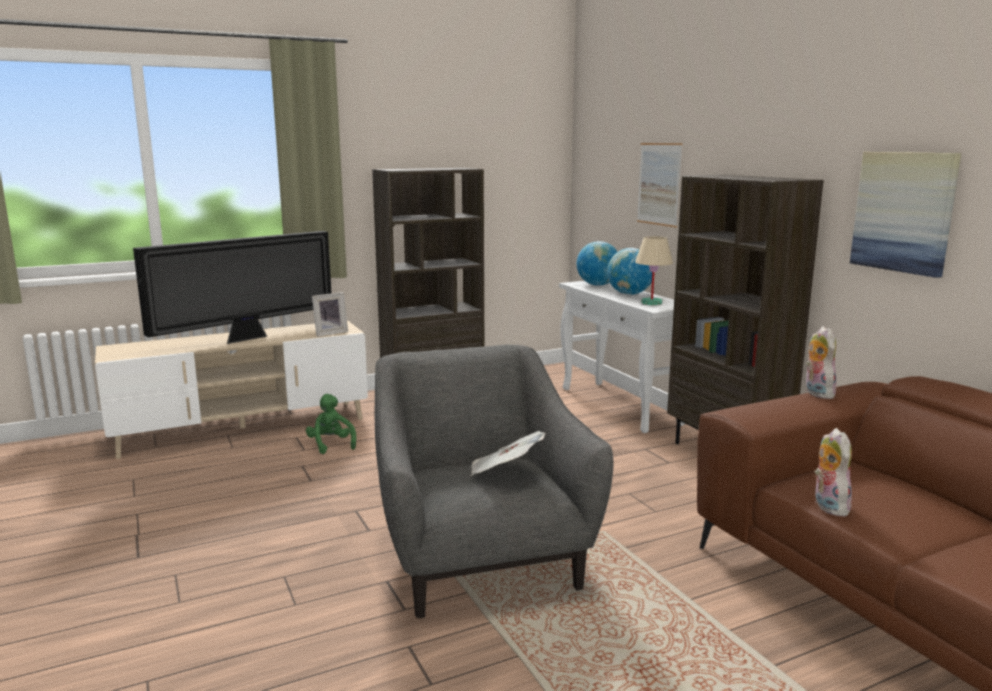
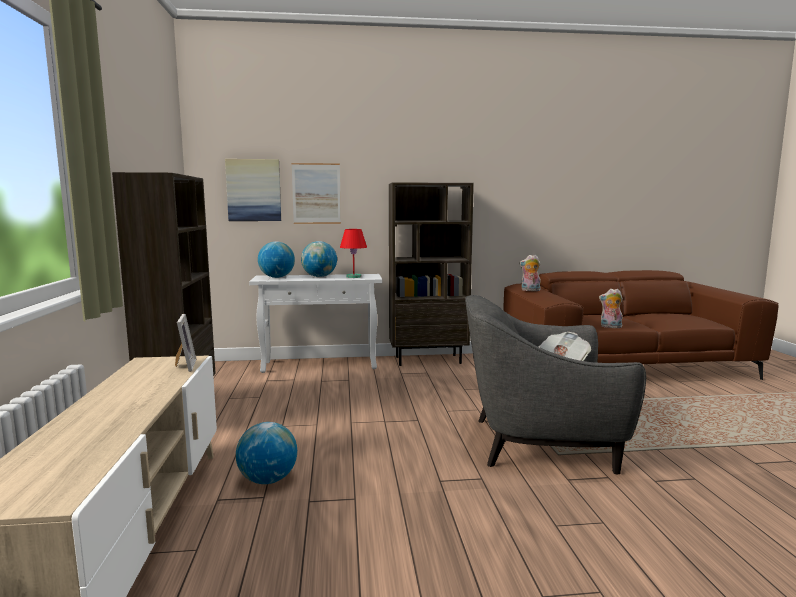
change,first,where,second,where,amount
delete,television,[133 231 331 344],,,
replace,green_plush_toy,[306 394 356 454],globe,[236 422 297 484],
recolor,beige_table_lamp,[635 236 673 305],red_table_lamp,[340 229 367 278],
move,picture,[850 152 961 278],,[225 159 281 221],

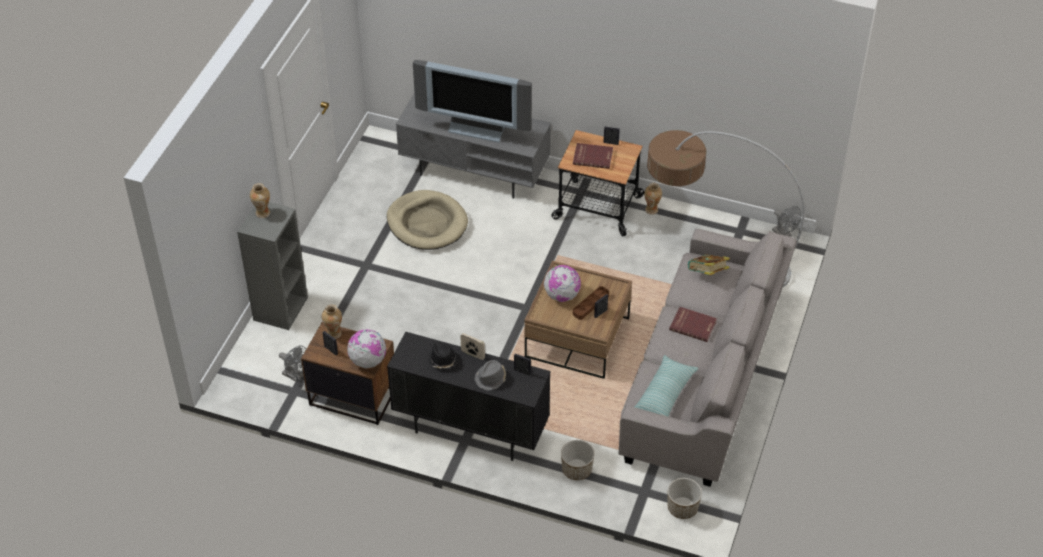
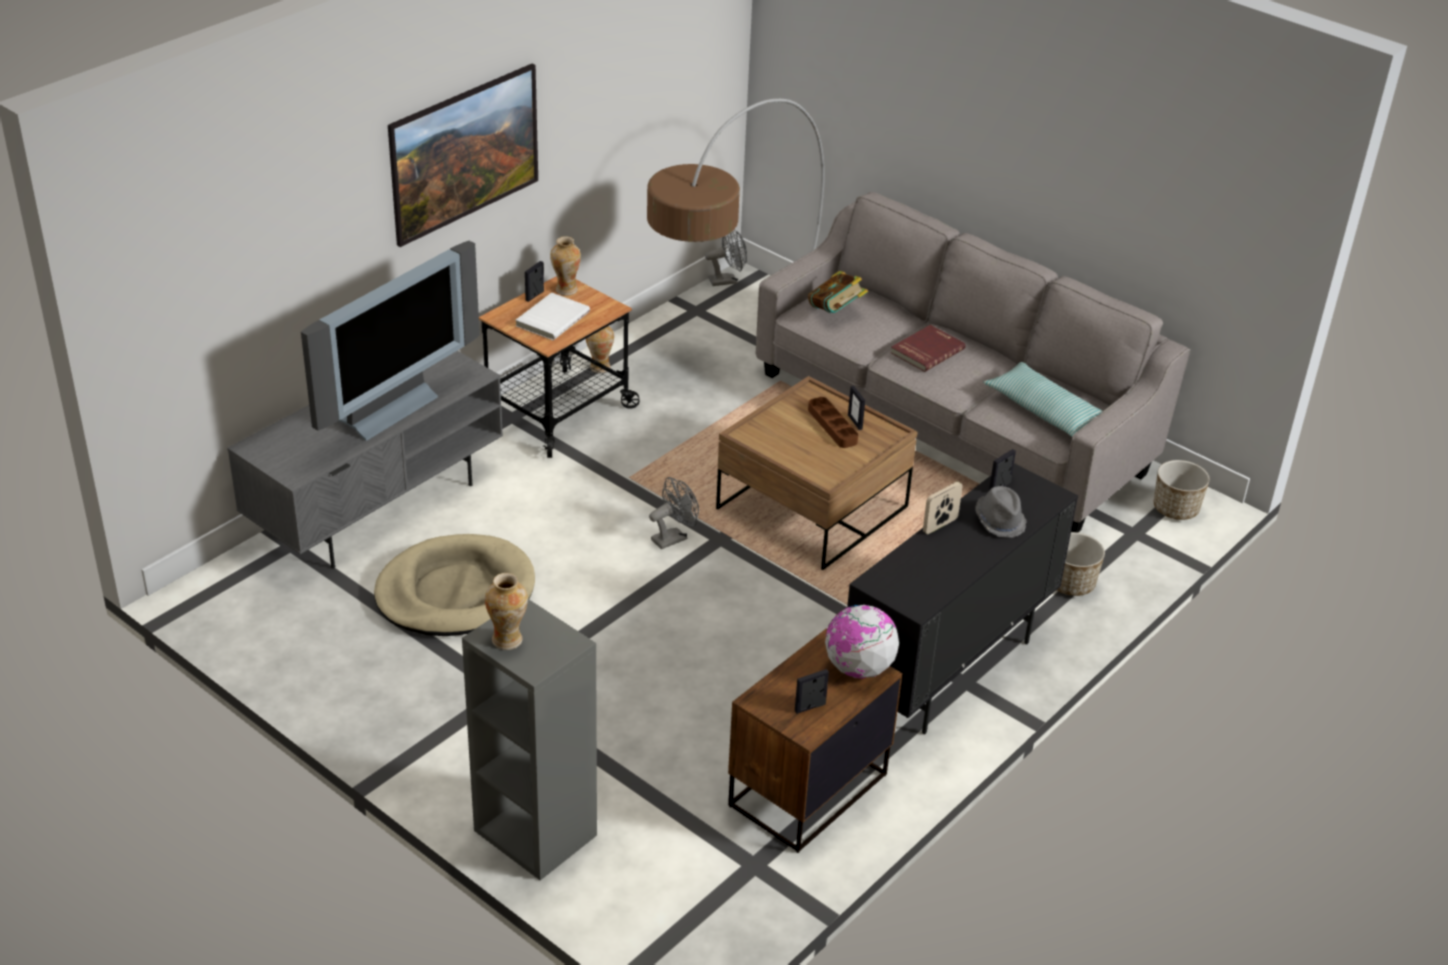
change,first,where,second,where,amount
move,grey_fan,[279 345 306 382],,[649 477 699 549],
move,vase,[322 305 342 339],,[550 236 581 296],
delete,black_hat,[428 342 458 369],,,
delete,globe,[544 265 581 302],,,
recolor,red_book,[573 143 613 169],white_book,[516 292 590 340],
insert,,,picture,[388 64 538 247],

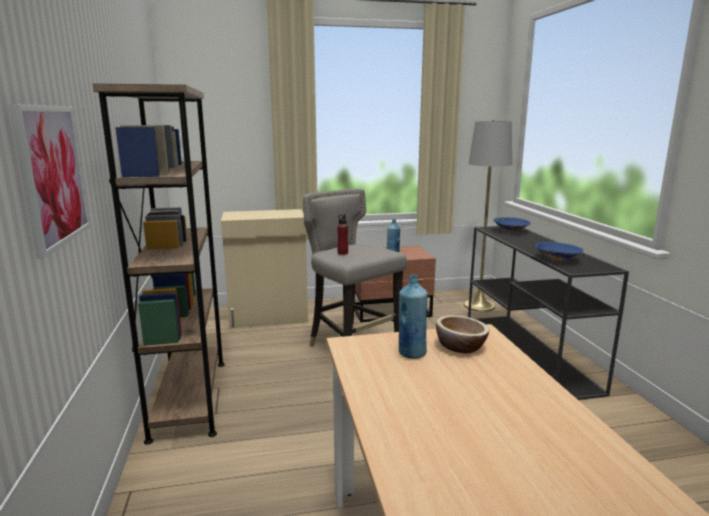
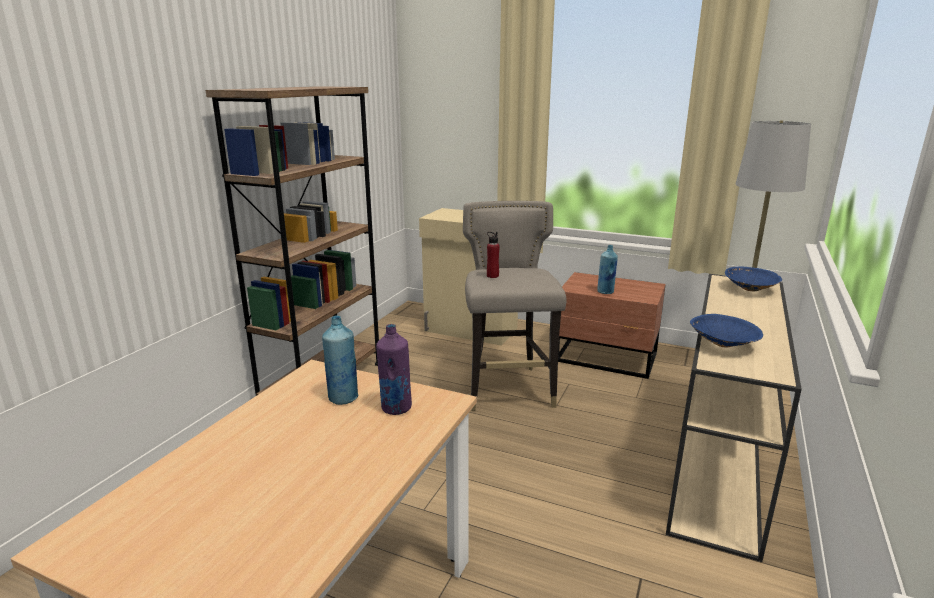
change,first,where,second,where,amount
delete,picture,[9 104 91 259],,,
replace,bowl,[436 315 489 353],purple_bottle,[376 324 412 415],
recolor,black_console_table,[468 226 629 400],beige_console_table,[666 274 802 562],

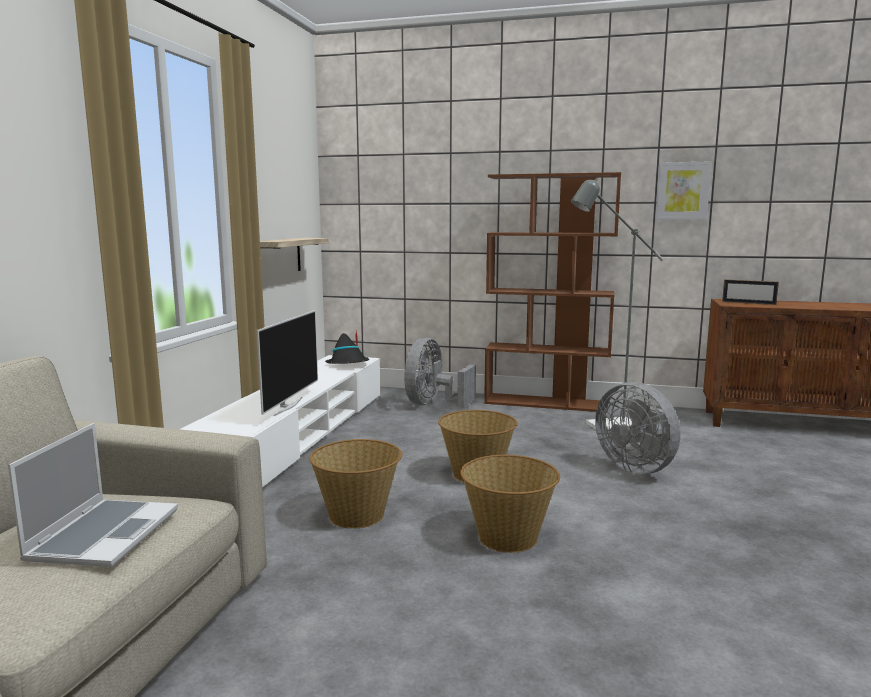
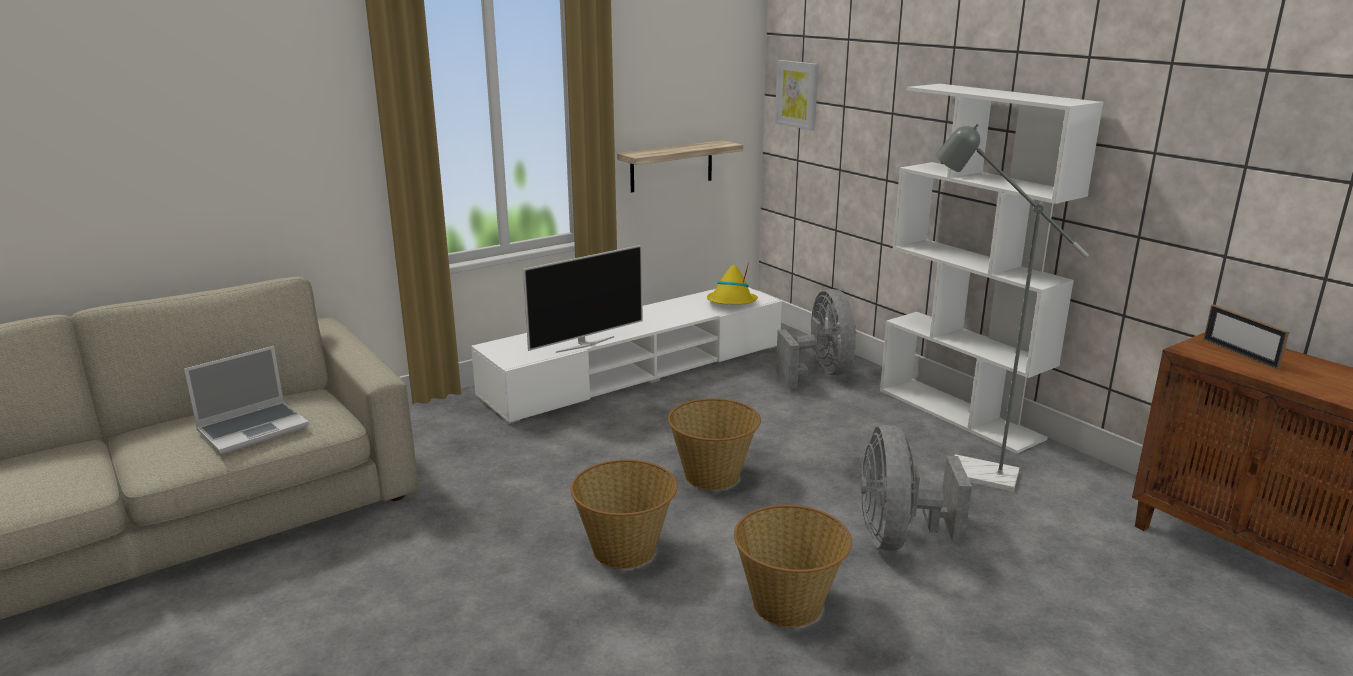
change,first,where,second,where,amount
move,basket,[309 439 402 529],,[734 505 852 627],
recolor,black_hat,[325 331 369 364],yellow_hat,[707 262 758 305],
rotate,grey_fan,[404 337 476 407],,[776 289 856 389],105 degrees clockwise
recolor,brown_bookcase,[484 172 621 413],white_bookcase,[880 84 1104 454],
move,picture,[655 161 711 219],,[775 60 819 130],

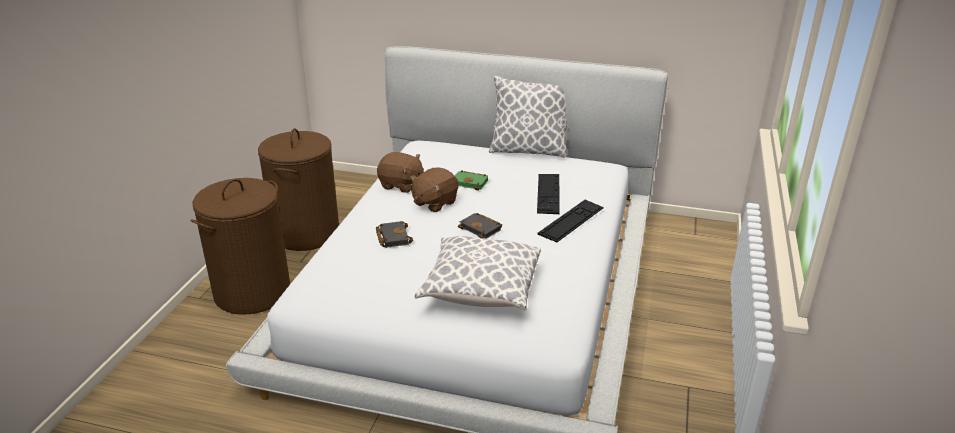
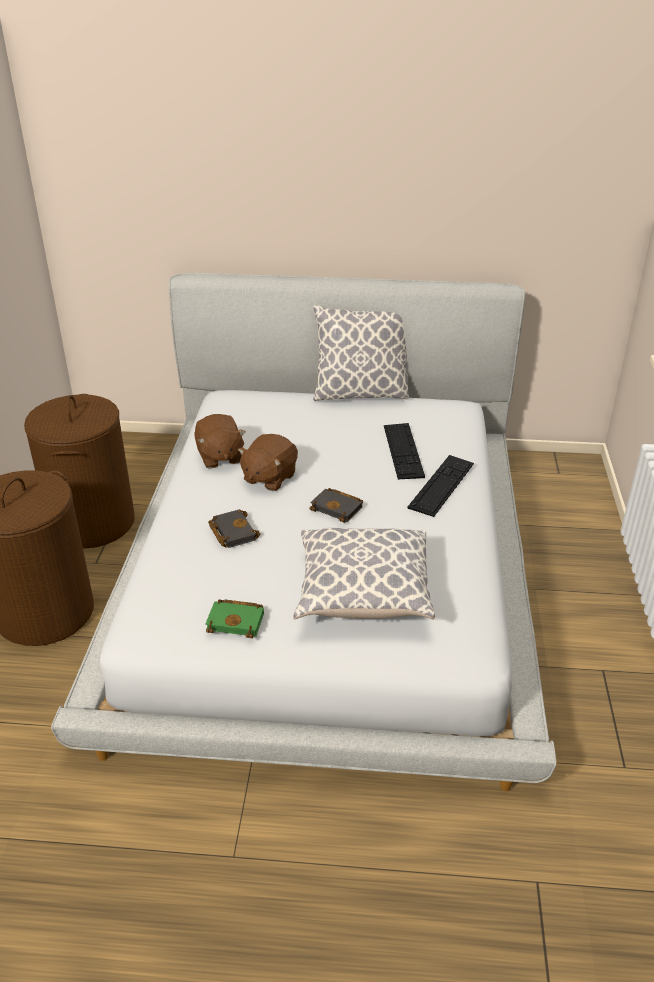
change,first,where,second,where,amount
rotate,brown_plush_toy,[377 152 424 193],,[194 414 246 469],60 degrees clockwise
move,green_book,[455 170 488 191],,[205 599 264 638],

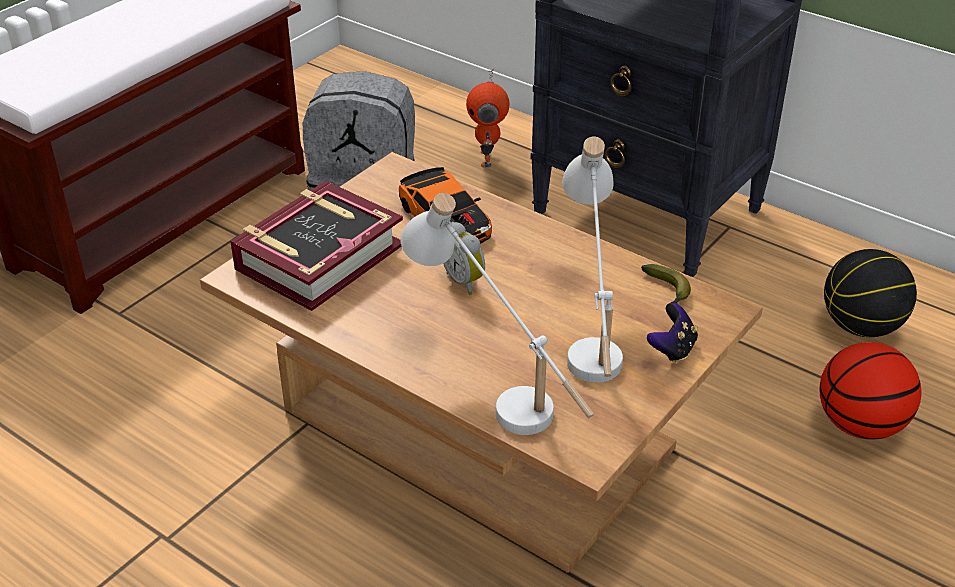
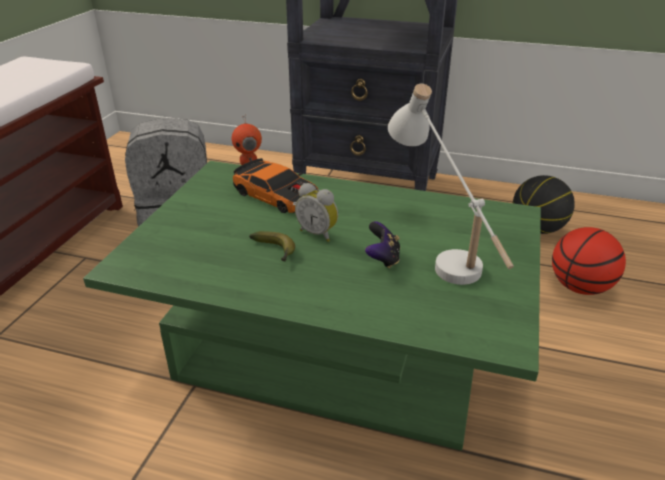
change,first,where,second,where,amount
recolor,brown_coffee_table,[200 152 763 573],green_coffee_table,[83 161 541 451],
delete,book,[230 181 403 311],,,
delete,white_table_lamp,[400 193 594 435],,,
move,banana,[641 264 691 304],,[249 231 295 262],
move,game_controller,[647 303 698 363],,[365 221 400 269],

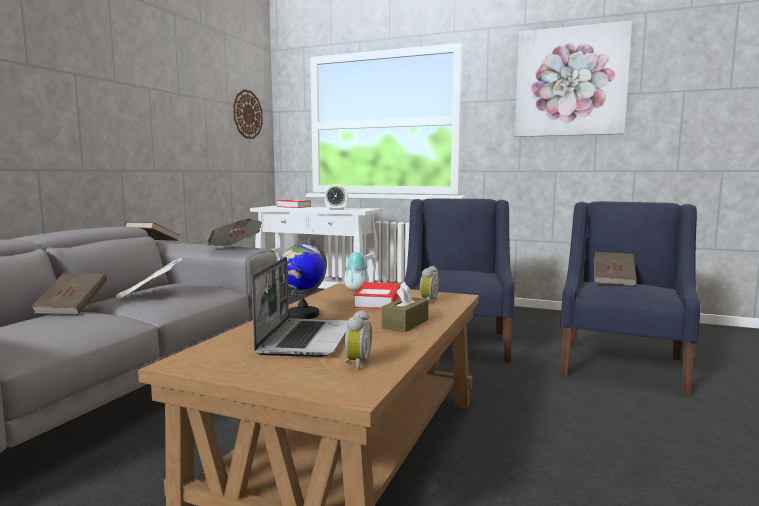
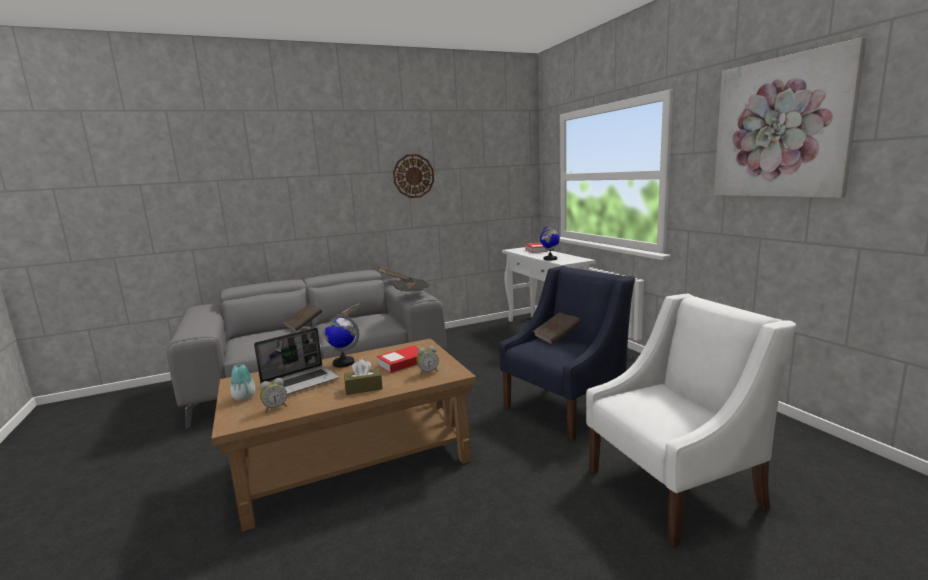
change,first,where,second,where,amount
move,wall_clock,[233 89 263 139],,[393 154 434 198],
replace,alarm_clock,[325 184 348 210],globe,[540 226 560 261],
move,vase,[344 252 369 290],,[230 365 255 401],
recolor,blue_armchair,[560 201 701 395],white_armchair,[586 294 796 547],
move,brown_book,[594 252 637 286],,[533 312 581 344],

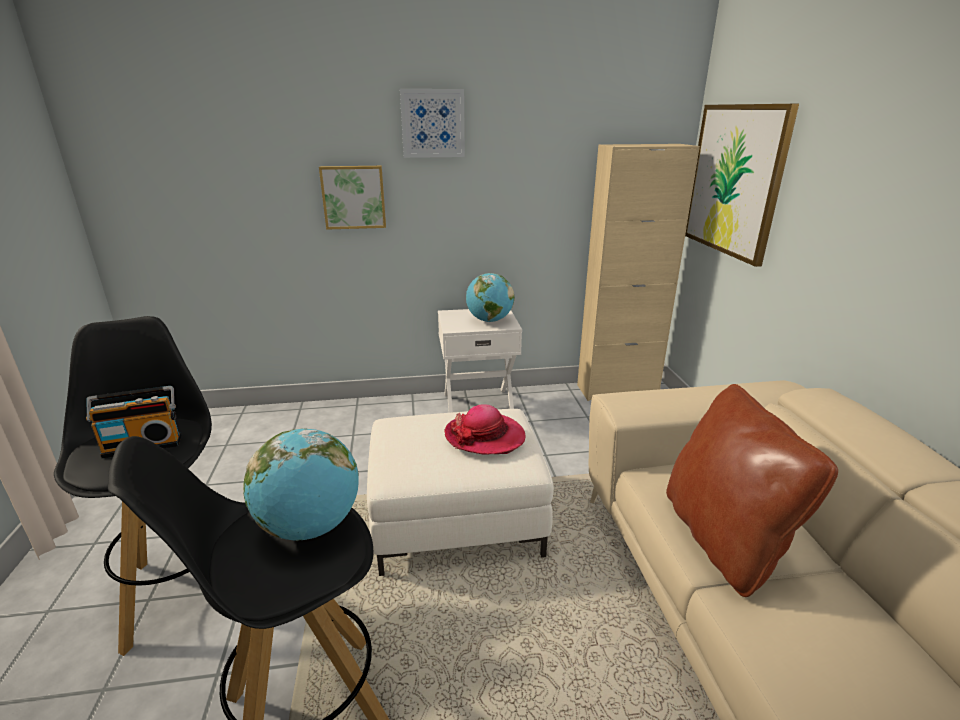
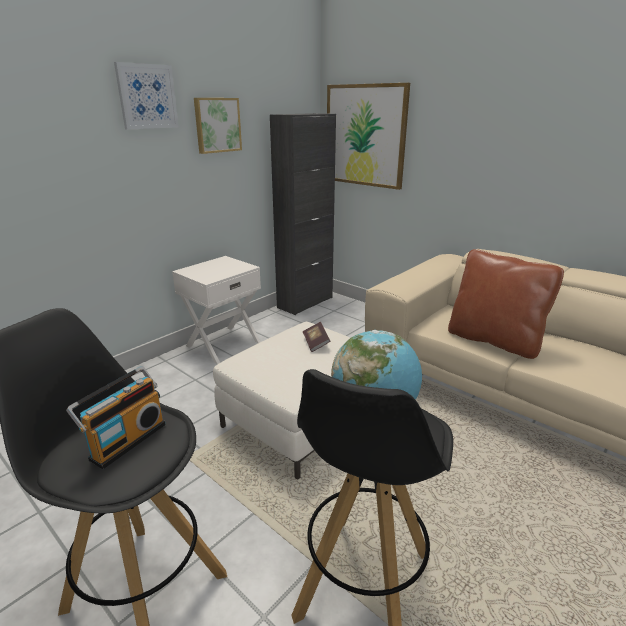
change,first,where,second,where,amount
move,picture,[319 166 386 230],,[194 98 242 154],
replace,hat,[445 404 526 455],book,[303 322 330 352],
delete,globe,[466 273 514 322],,,
recolor,beige_cabinet,[577 144 700 401],black_cabinet,[270 113 336 315],

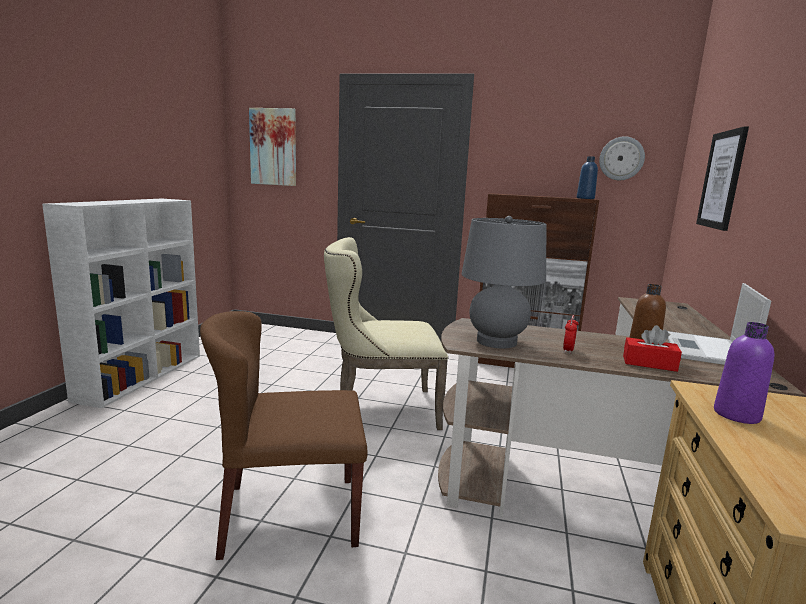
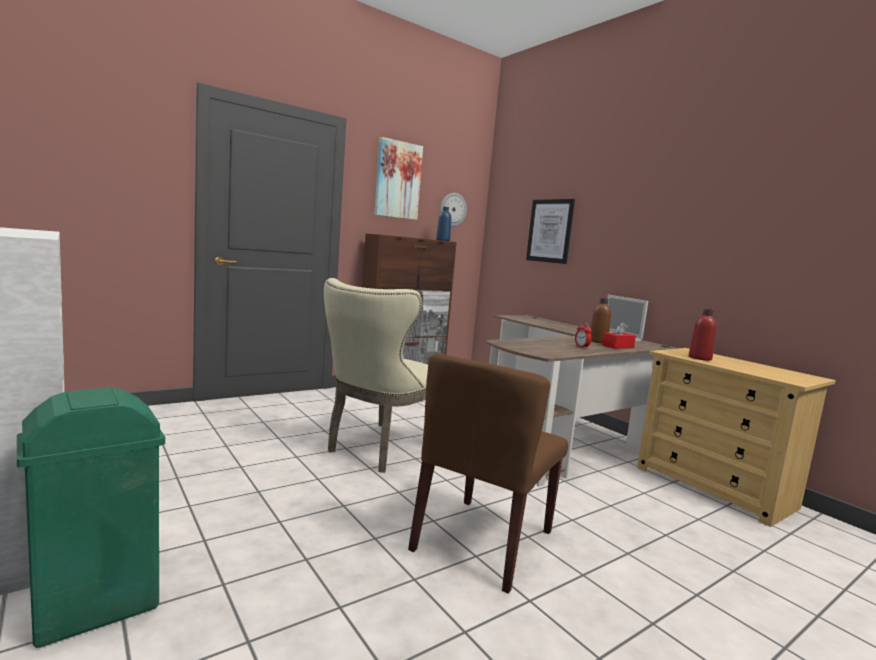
change,first,where,second,where,amount
move,picture,[249 108 296 186],,[374 137 423 220],
delete,grey_table_lamp,[462 216 547 349],,,
recolor,purple_bottle,[714 322 774 424],red_bottle,[689 309 717 361],
insert,,,green_trash_can,[17 388 165 648],

